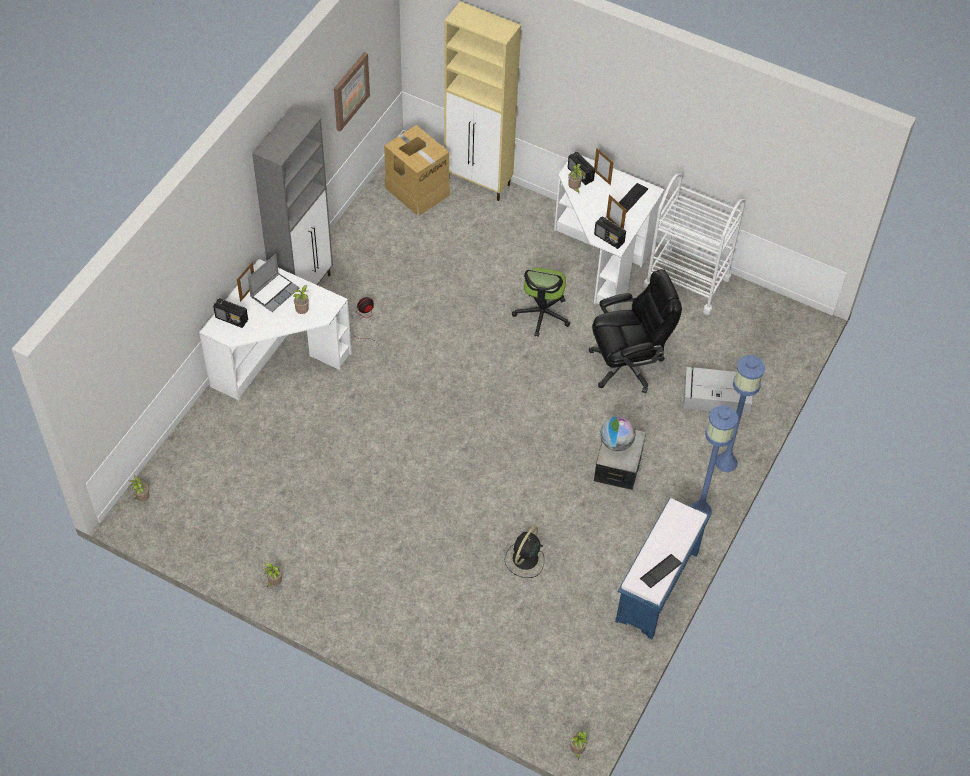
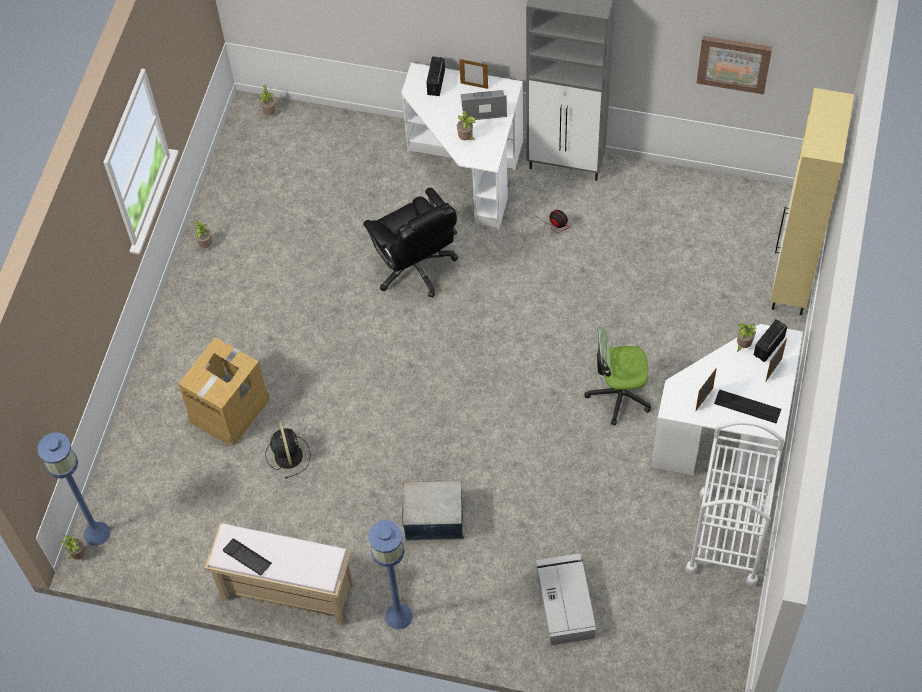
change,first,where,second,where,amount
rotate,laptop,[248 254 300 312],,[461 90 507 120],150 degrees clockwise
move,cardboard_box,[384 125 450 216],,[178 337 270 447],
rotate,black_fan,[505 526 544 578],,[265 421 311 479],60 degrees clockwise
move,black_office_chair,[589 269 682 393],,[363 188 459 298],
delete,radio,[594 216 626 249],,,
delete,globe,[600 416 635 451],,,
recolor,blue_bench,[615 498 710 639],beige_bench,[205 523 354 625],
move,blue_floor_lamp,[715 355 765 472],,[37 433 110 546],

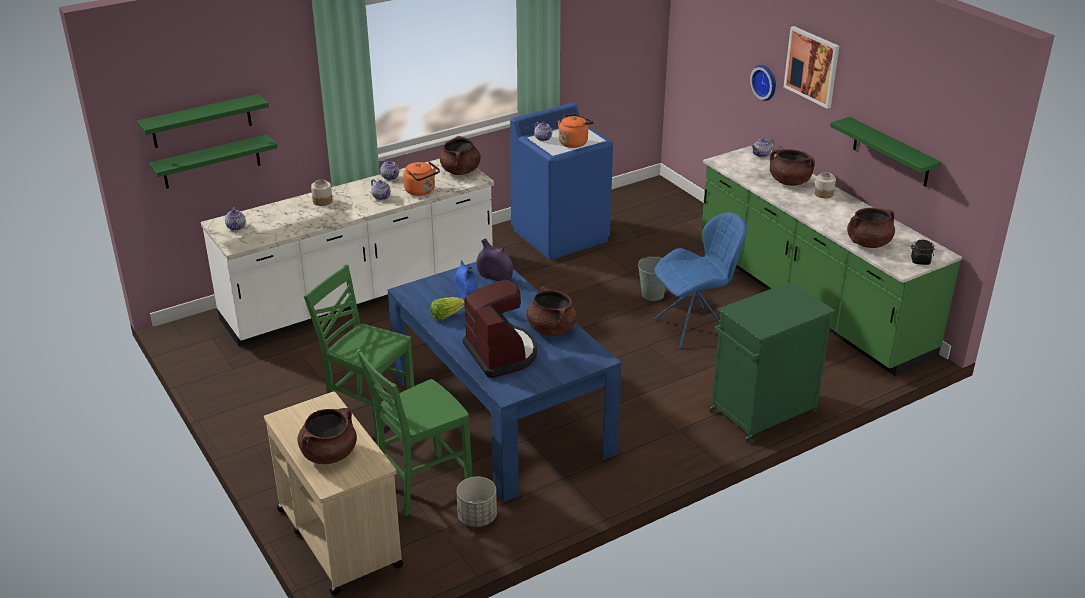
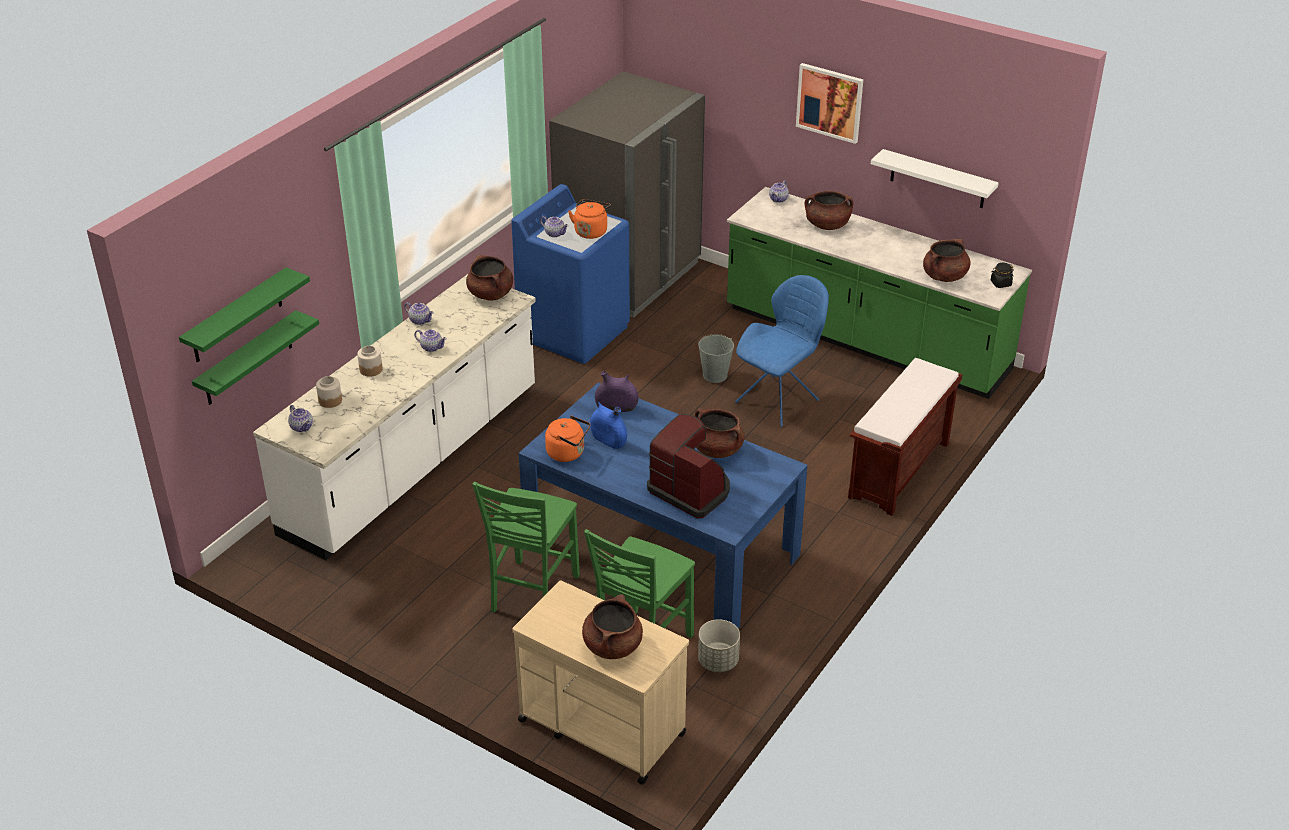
change,first,where,second,where,amount
rotate,green_chair,[304 264 414 445],,[472 482 580 613],75 degrees counterclockwise
move,orange_kettle,[403 161 440 196],,[545 416 590 462],
delete,lettuce,[431 297 465 321],,,
replace,green_cabinet,[710 281 835 442],brown_bench,[848 358 963 516],
delete,wall_clock,[750 65 776 101],,,
move,jar,[814 172 836 198],,[316 376 342 408],
recolor,green_shelf,[830 117 941 187],white_shelf,[871 149 999 208],
insert,,,grey_fridge,[549 71 705 318],

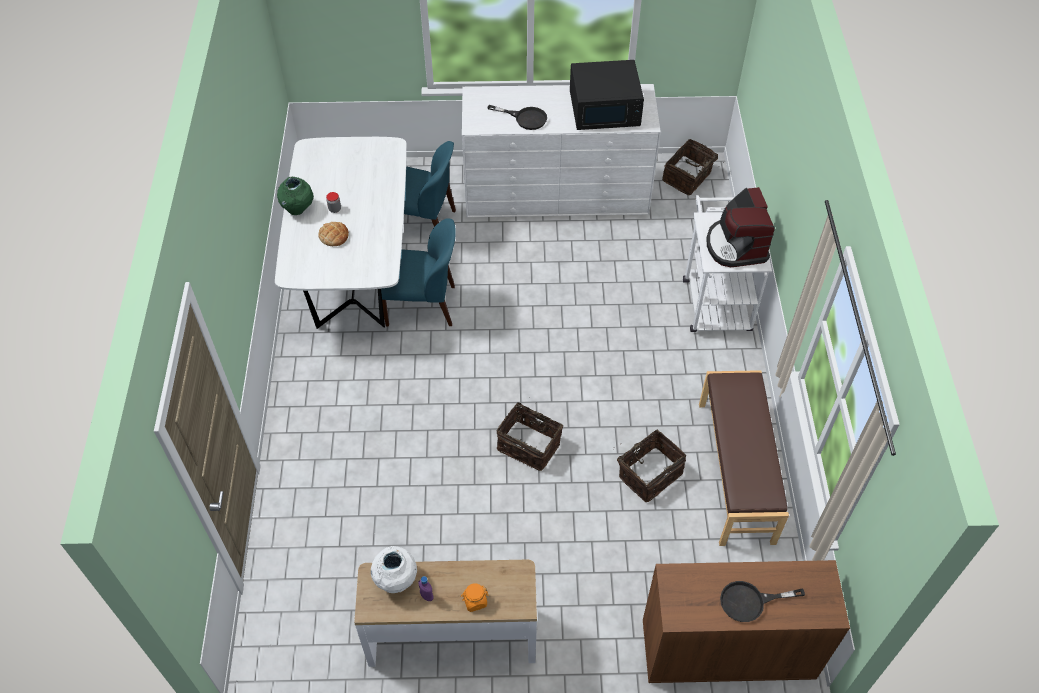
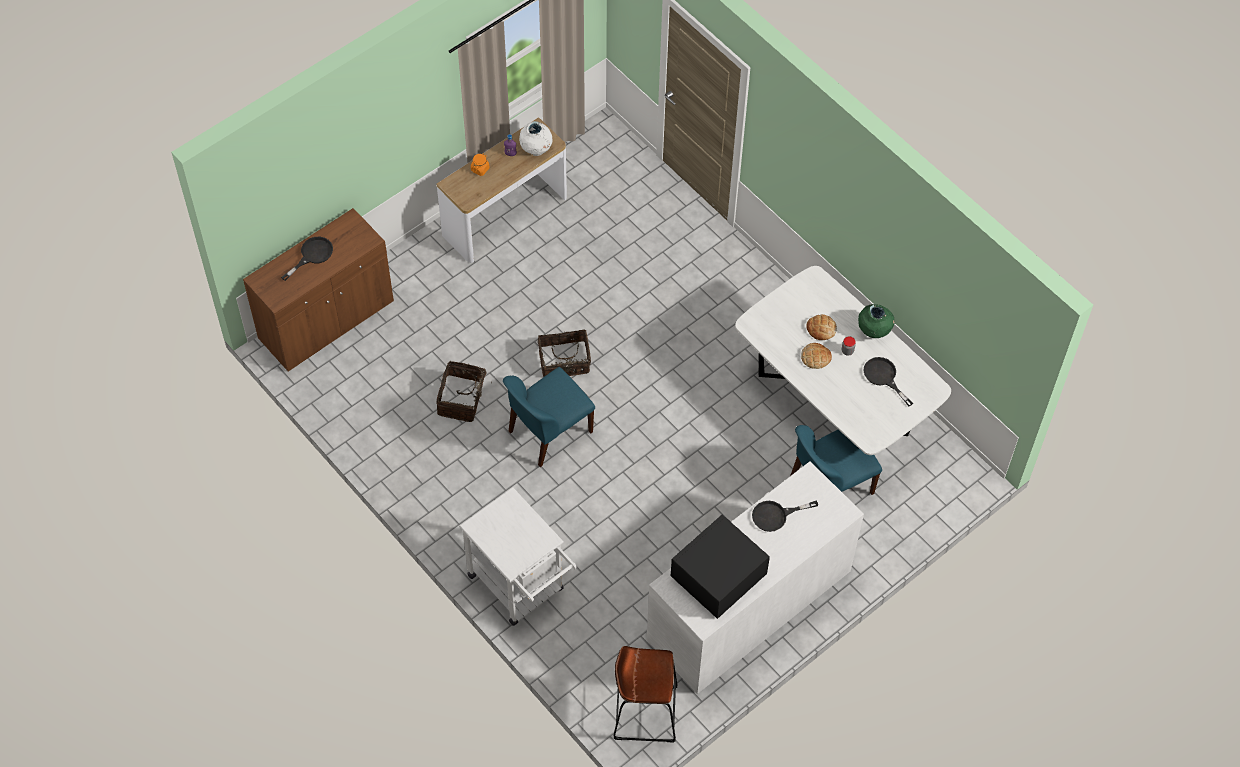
change,first,where,second,where,amount
move,blue_chair,[379 218 456 326],,[503 367 595 467],
replace,basket,[662 139 719 196],brown_stool,[613 646 677 742],
delete,brown_bench,[699 370 789 546],,,
delete,coffee_machine,[706 187 775 267],,,
insert,,,bread,[801 343 832 369],
insert,,,black_frying_pan,[864 357 913 406],

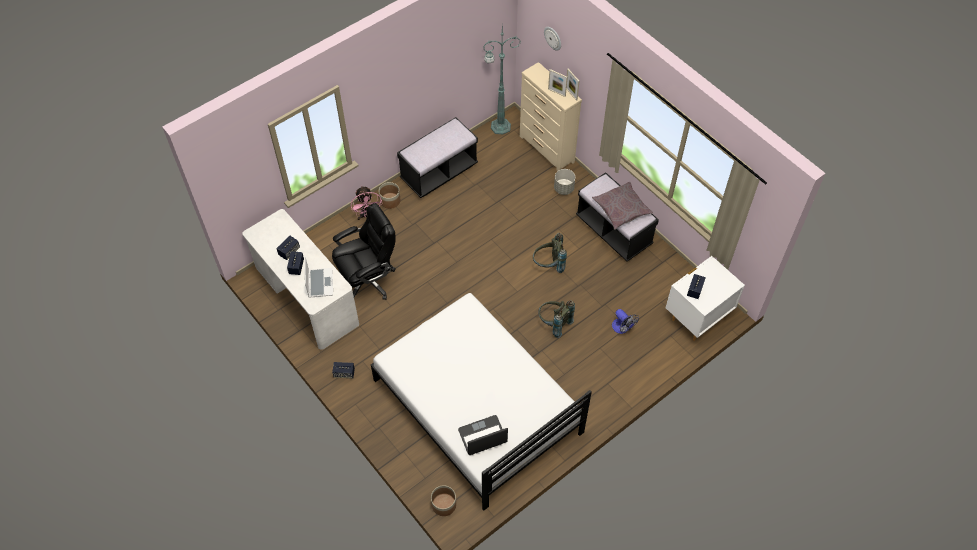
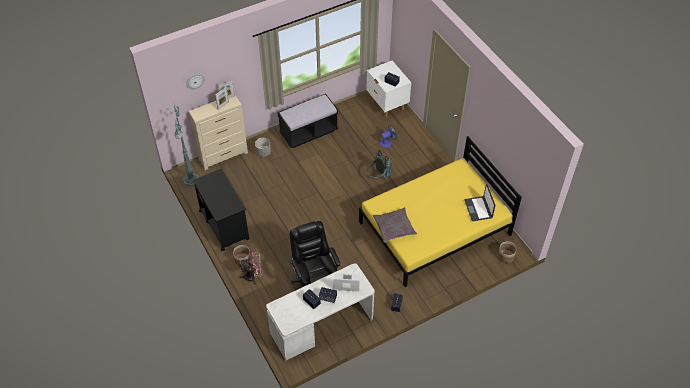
change,first,where,second,where,amount
recolor,white_bed,[371 293 592 510],yellow_bed,[359 136 522 287],
replace,black_bench,[397 117 478 198],black_cart,[193 169 250 251],
delete,grey_backpack,[533 233 567 273],,,
move,grey_pillow,[592 182 653 230],,[373 207 417 243],

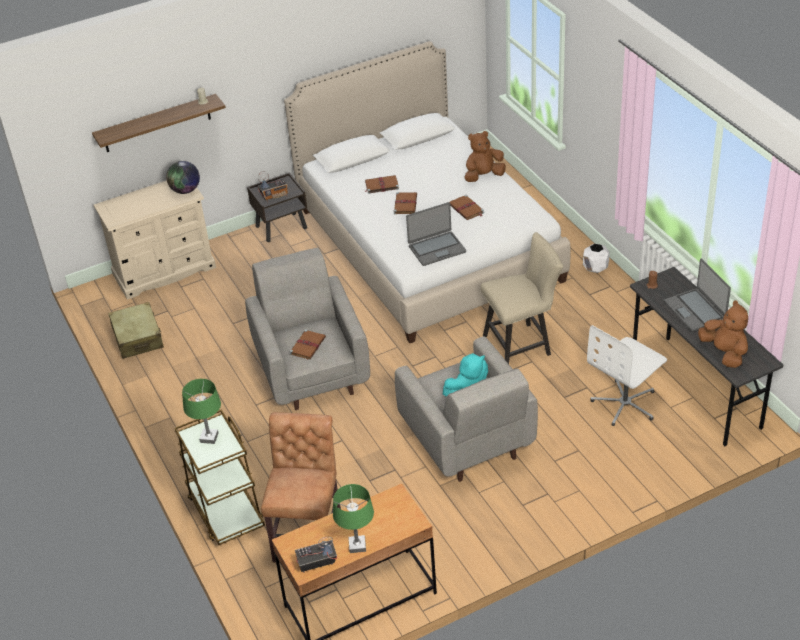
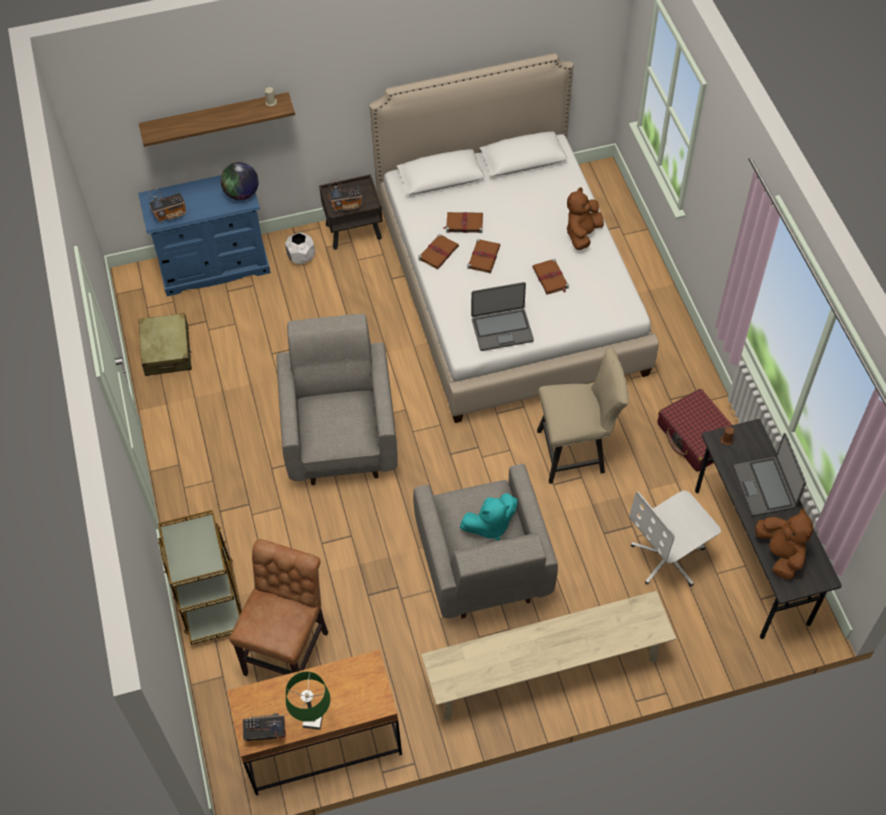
change,first,where,second,where,amount
recolor,beige_dresser,[93 180 216 300],blue_dresser,[138 175 271 296],
delete,green_table_lamp,[182 379 221 444],,,
move,brown_book,[289 330 326 360],,[418 234 459 269],
rotate,brown_plush_toy,[464 131 506 182],,[567 187 604 250],45 degrees counterclockwise
move,white_planter,[583 244 610 273],,[285 232 315 265],
insert,,,radio,[148 188 186 223],
insert,,,beige_bench,[421 591 676 720],
insert,,,red_suitcase,[657 389 732 472],

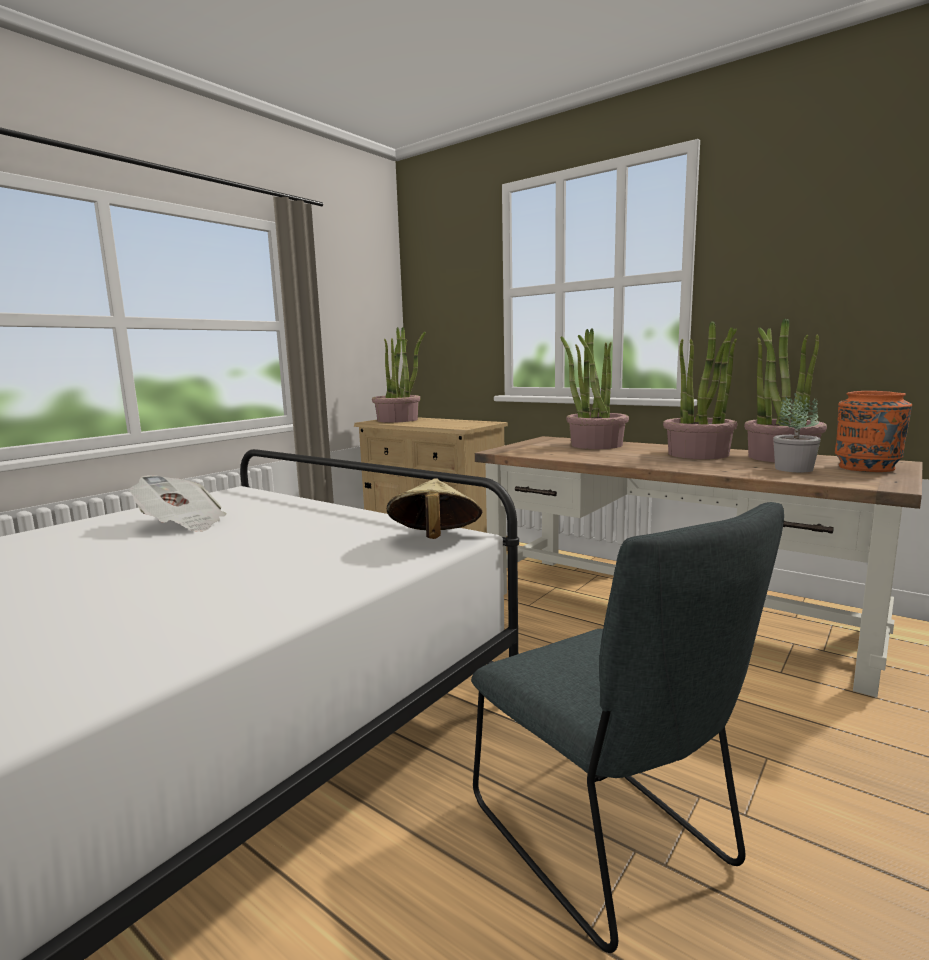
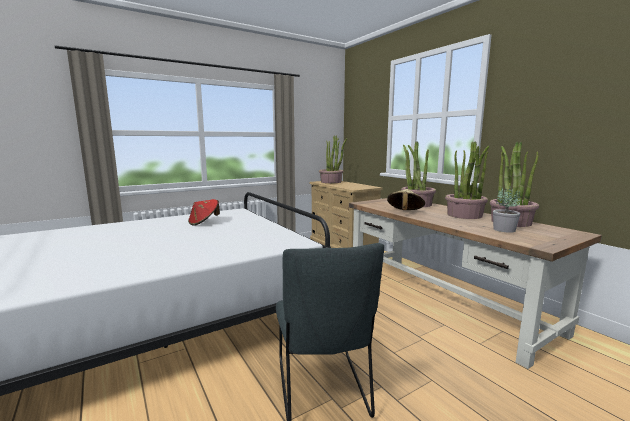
change,first,where,second,where,amount
replace,newspaper,[129 475 226 532],red_hat,[188 199 220 226],
move,beige_hat,[387 478 482 539],,[387 189 425 210],
delete,orange_vase,[835 391 912 472],,,

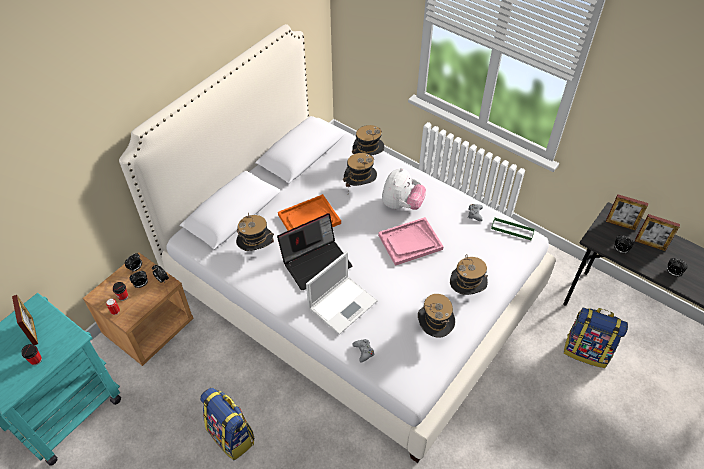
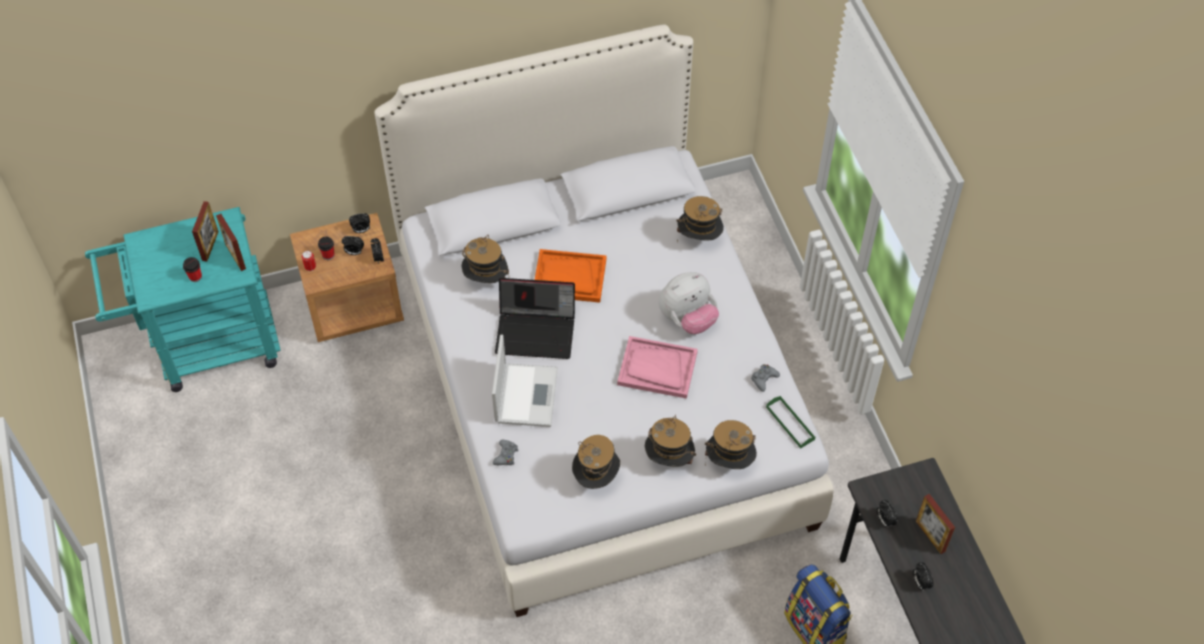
change,first,where,second,where,amount
delete,backpack,[200 388 254 460],,,
rotate,laptop,[306 251 378 335],,[492 335 558 427],75 degrees counterclockwise
move,hat,[343 153 377 187],,[705 420 757 469],
move,picture_frame,[606 194 648 230],,[216 214 246 271],

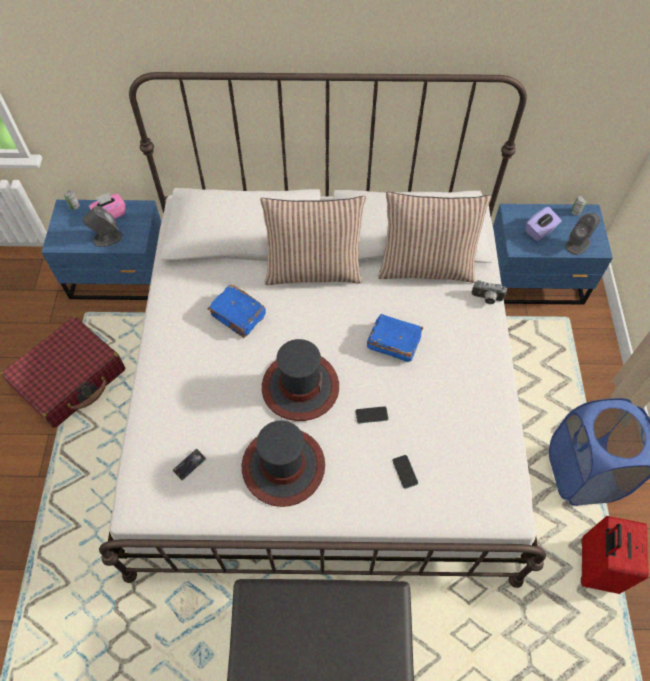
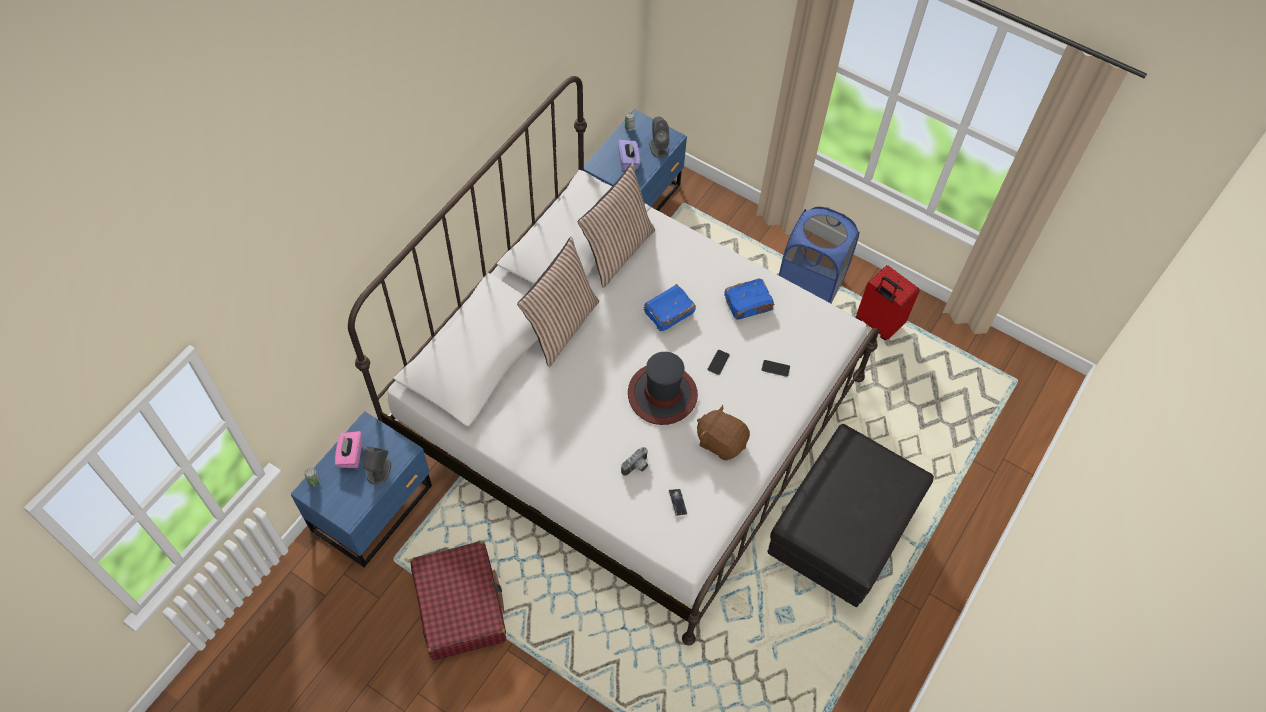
change,first,where,second,where,amount
move,blue_book,[208 285 266 338],,[724 279 775 320],
replace,hat,[242 420 325 507],brown_plush_toy,[697 405 750 461],
move,photo_camera,[471 280 507 304],,[621 447 648 476],

